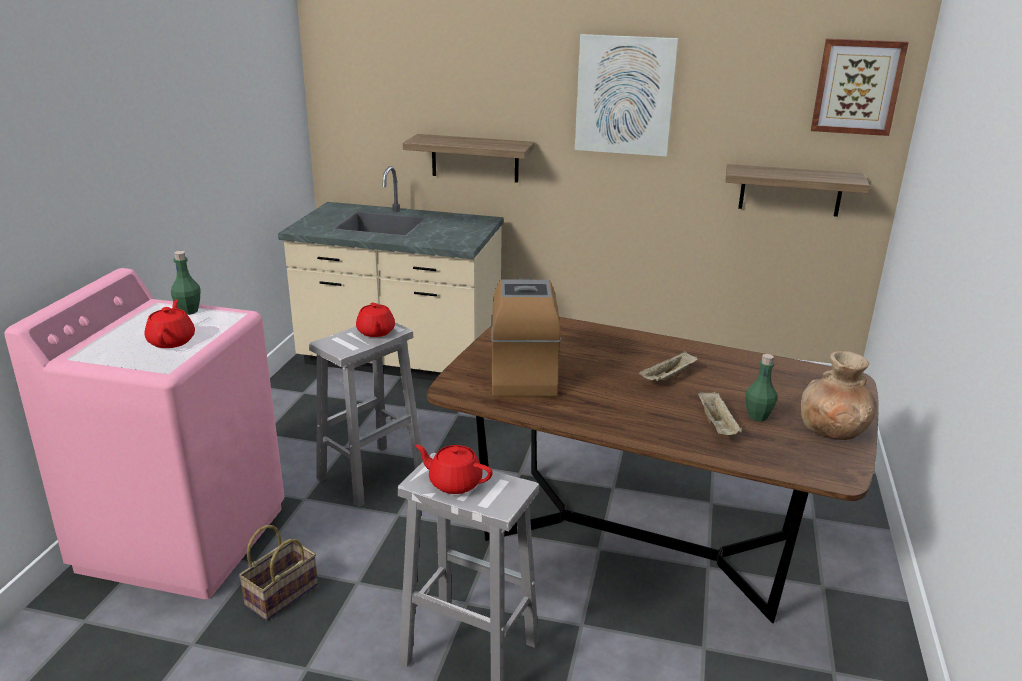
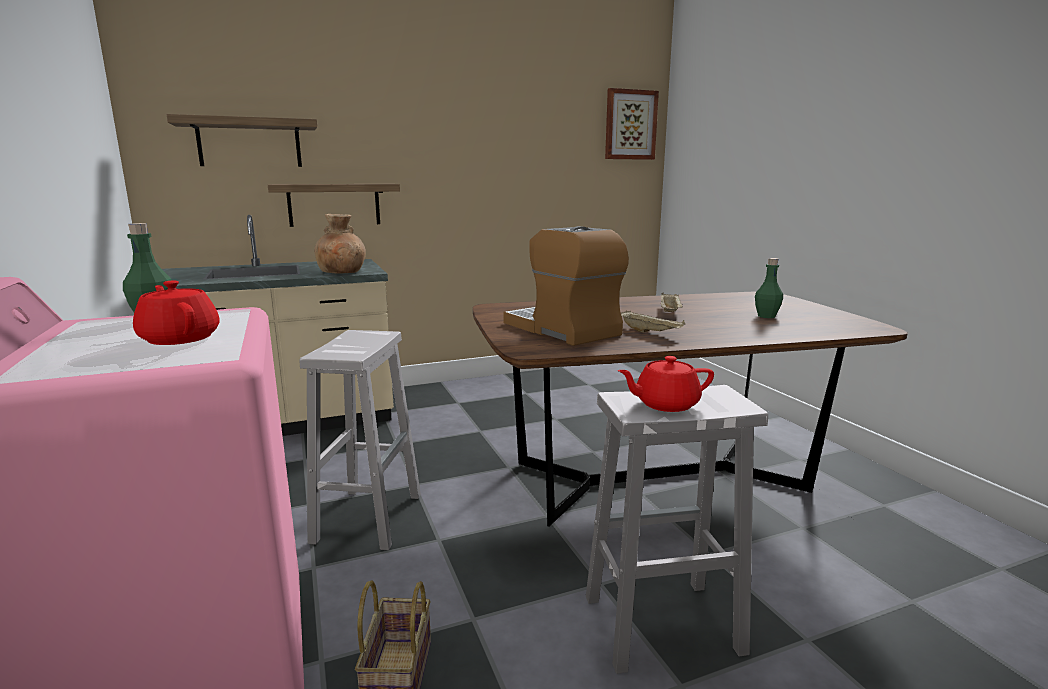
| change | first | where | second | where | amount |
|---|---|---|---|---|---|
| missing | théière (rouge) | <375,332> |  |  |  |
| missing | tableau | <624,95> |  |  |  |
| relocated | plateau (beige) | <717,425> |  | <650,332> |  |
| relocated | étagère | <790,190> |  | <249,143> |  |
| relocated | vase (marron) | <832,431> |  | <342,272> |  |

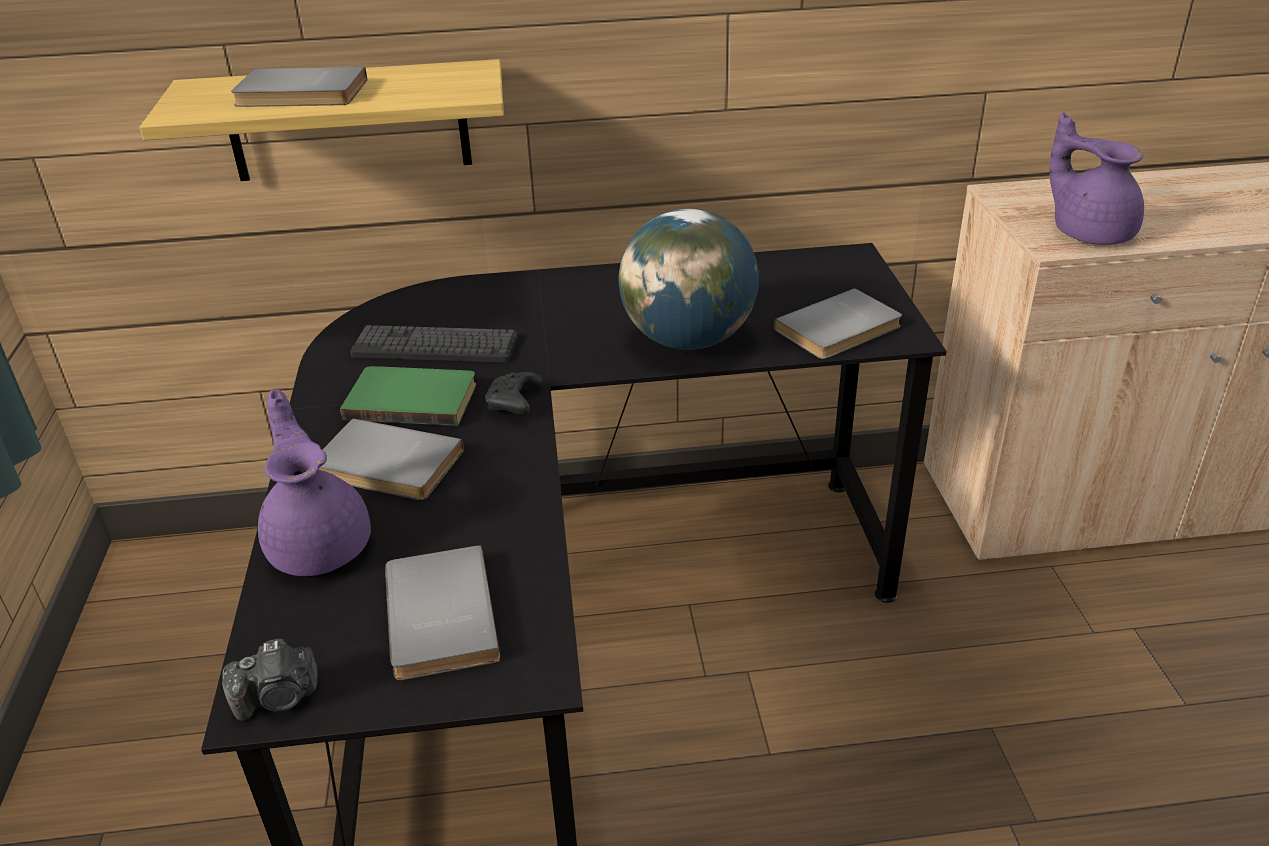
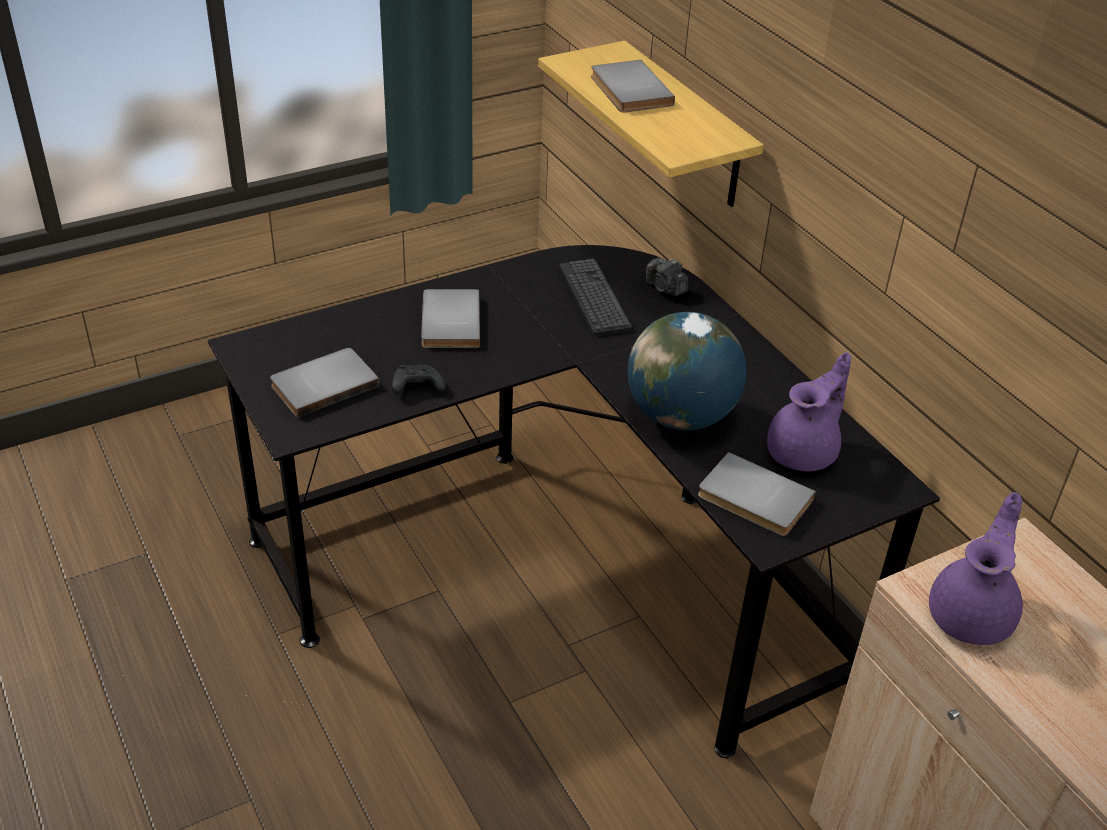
| change | first | where | second | where | amount |
|---|---|---|---|---|---|
| relocated | appareil photo | <278,698> |  | <665,288> |  |
| relocated | théière (violet) | <320,544> |  | <804,452> |  |
| missing | livre (vert) | <412,398> |  |  |  |
| relocated | manette (noir) | <514,404> |  | <416,387> |  |

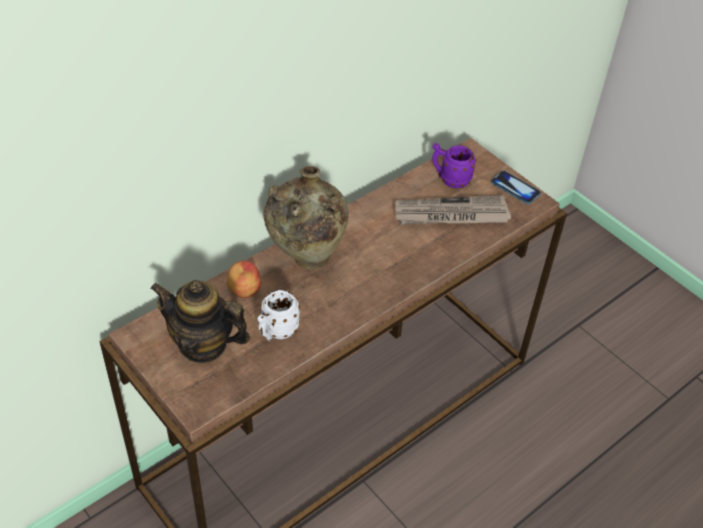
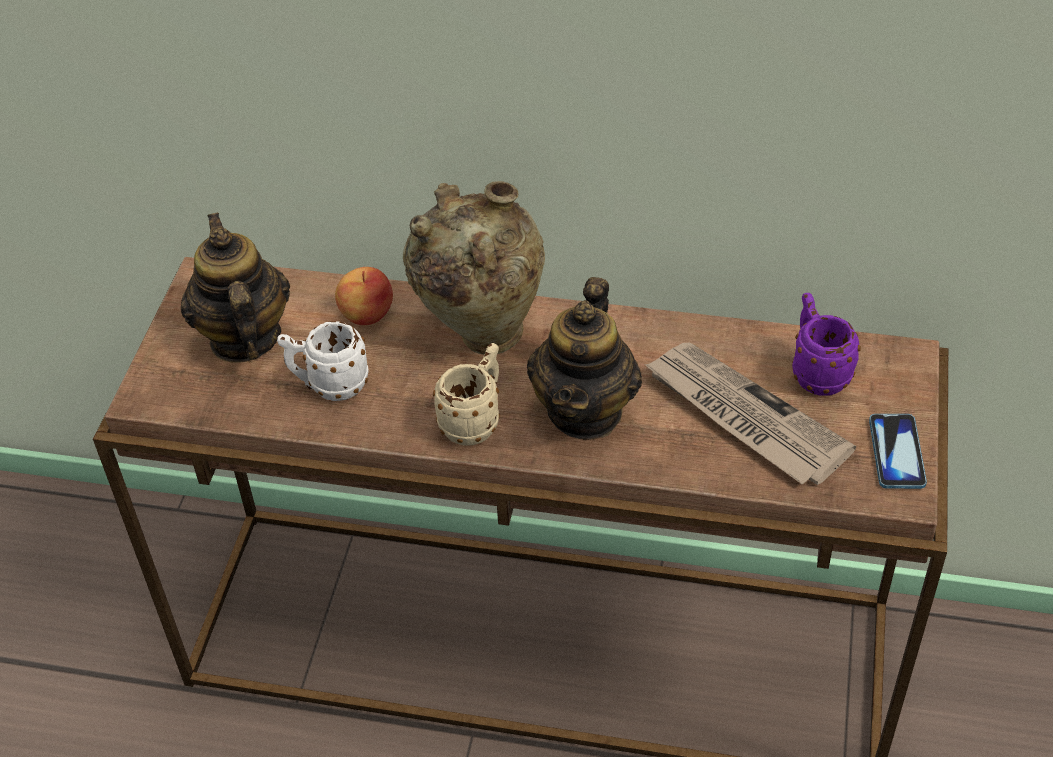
| change | first | where | second | where | amount |
|---|---|---|---|---|---|
| appeared |  |  | mug (beige) | <475,421> |  |
| appeared |  |  | théière | <585,411> |  |

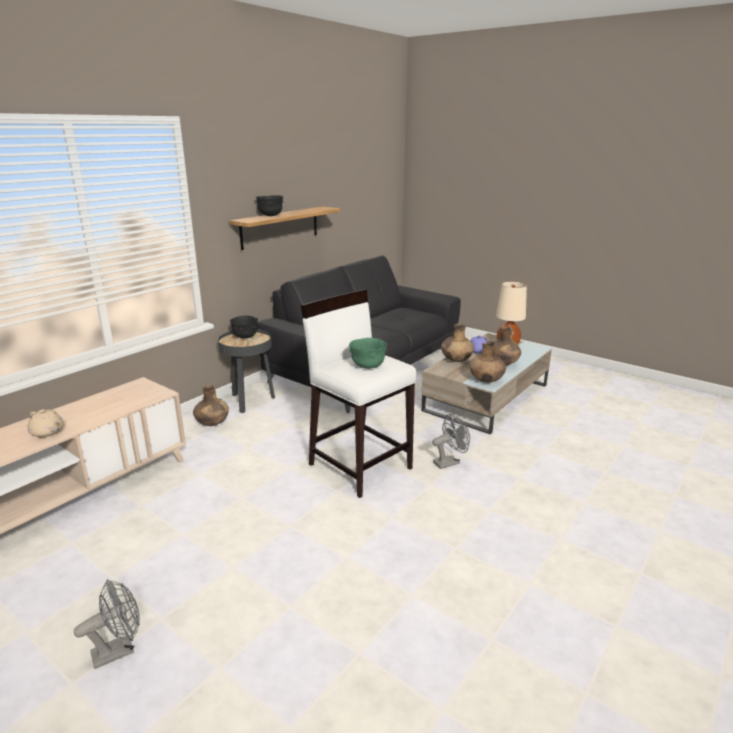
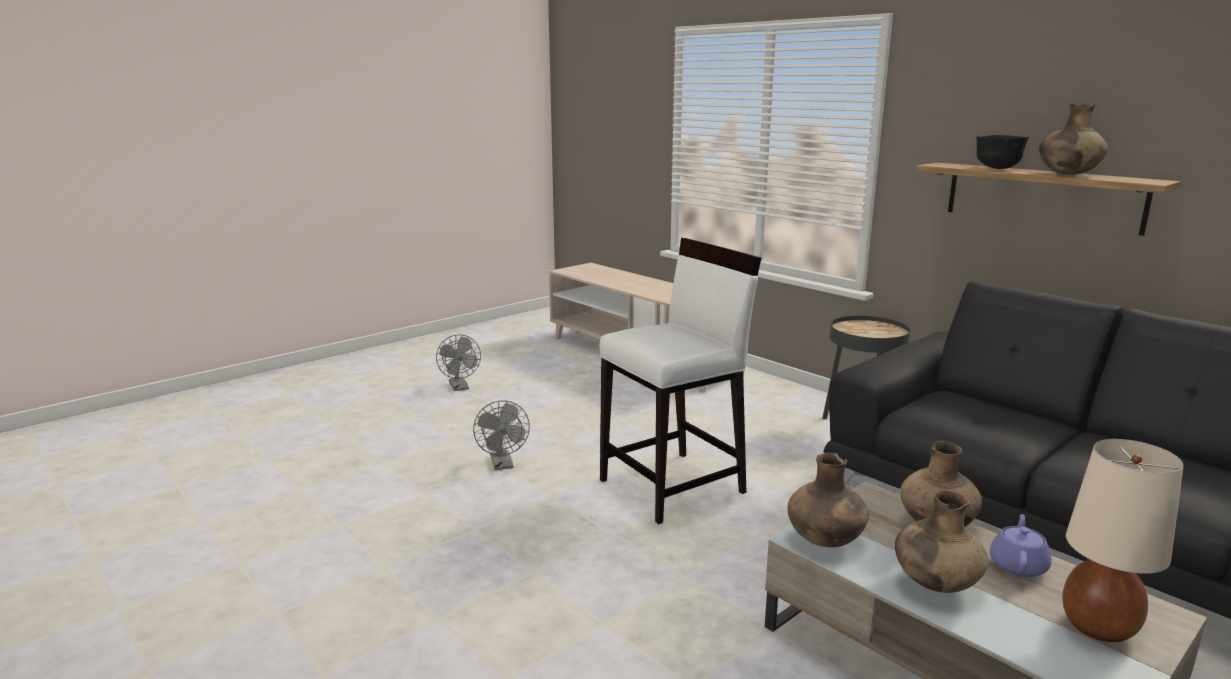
| change | first | where | second | where | amount |
|---|---|---|---|---|---|
| missing | théière (beige) | <48,432> |  |  |  |
| relocated | vase (marron) | <212,423> |  | <1067,174> |  |
| missing | bol (noir) | <245,337> |  |  |  |
| missing | bol (vert) | <368,366> |  |  |  |
| relocated | ventilateur (gris) | <449,462> |  | <503,465> |  |

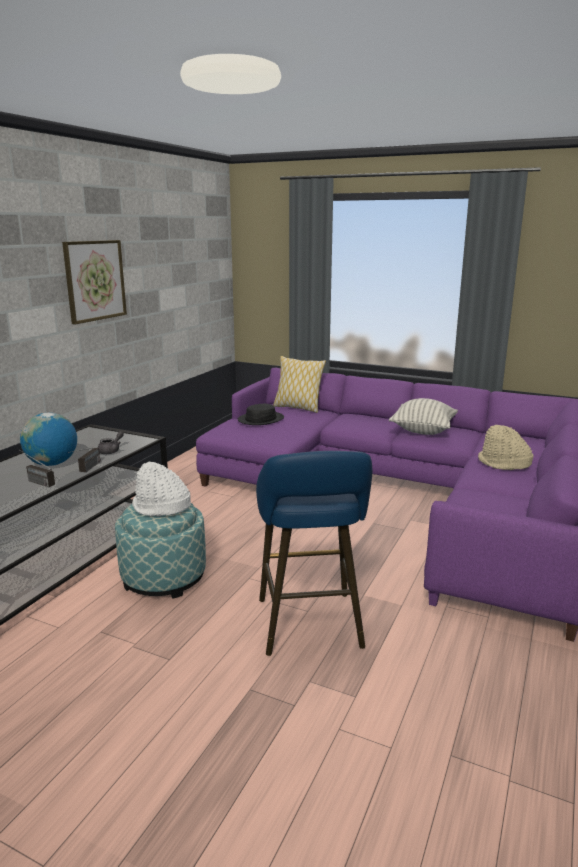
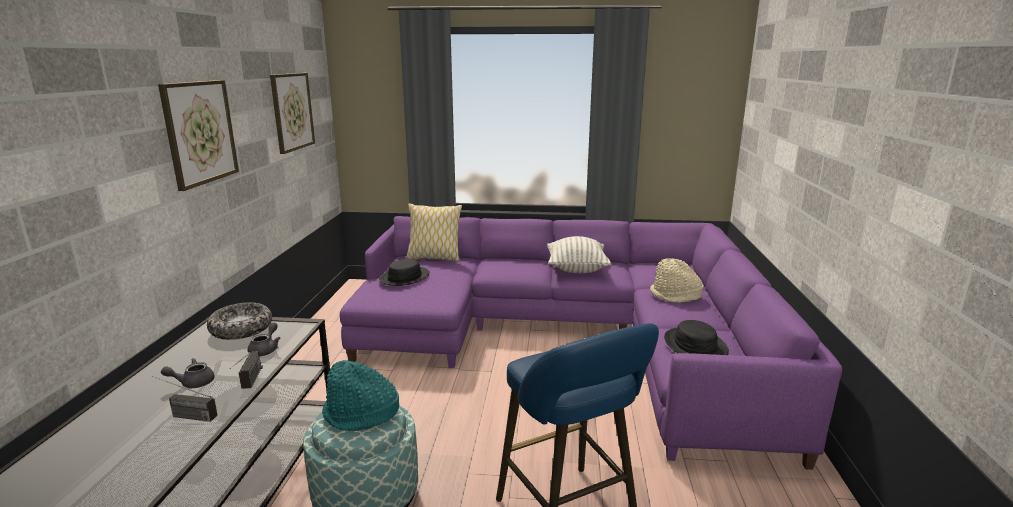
| change | first | where | second | where | amount |
|---|---|---|---|---|---|
| exchanged | globe | <52,464> | théière (gris) | <193,383> |  |
| colour | chapeau (blanc) | <161,507> | chapeau (turquoise) | <361,414> |  |
| appeared |  |  | bol | <241,329> |  |
| appeared |  |  | tableau | <292,111> |  |
| appeared |  |  | chapeau (noir) | <695,345> |  |

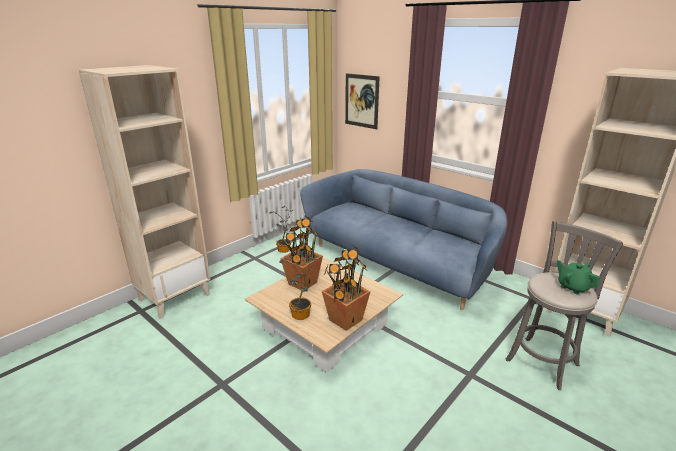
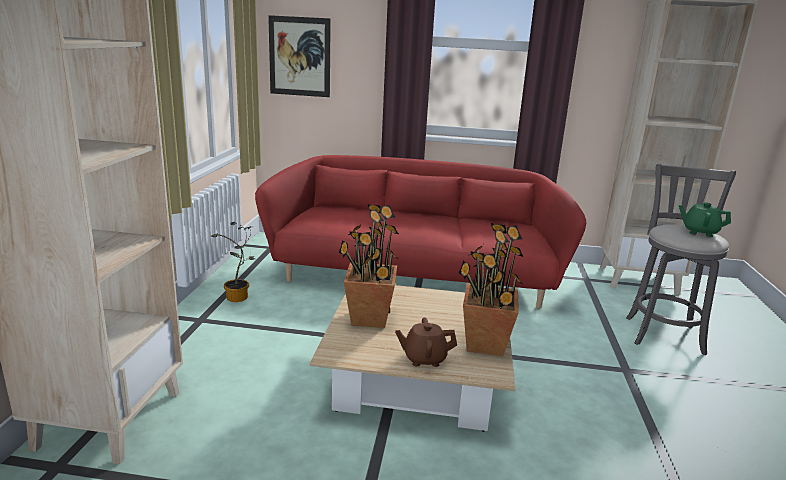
| change | first | where | second | where | amount |
|---|---|---|---|---|---|
| exchanged | plante en pot | <300,316> | théière (marron) | <424,359> |  |
| colour | canapé (bleu) | <398,263> | canapé (rouge) | <415,277> |  |

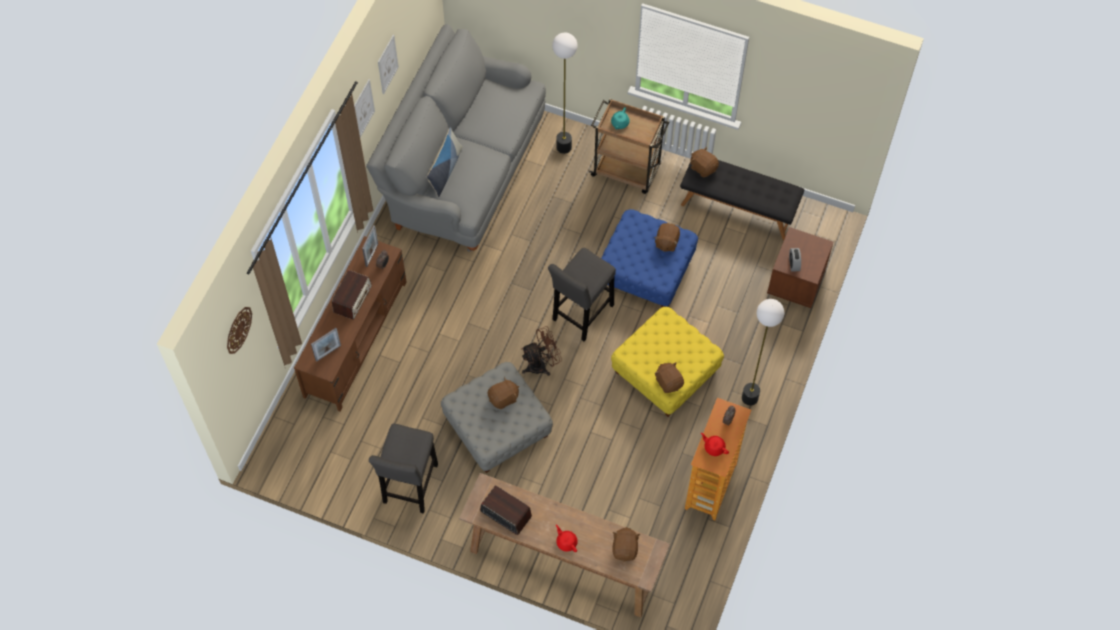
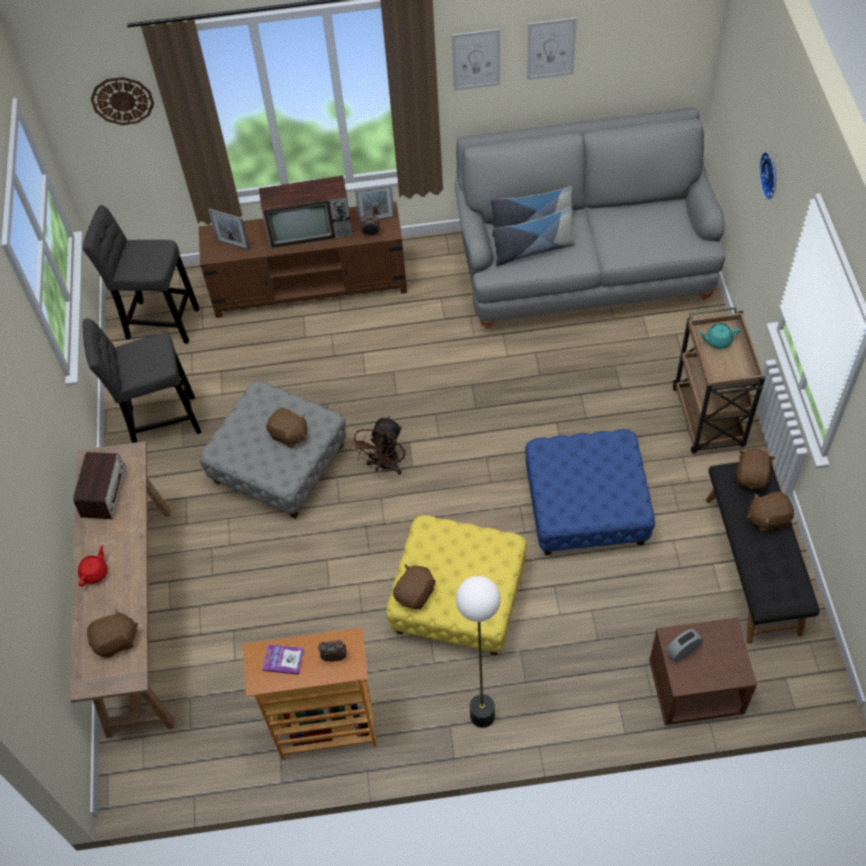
| change | first | where | second | where | amount |
|---|---|---|---|---|---|
| exchanged | radio | <352,299> | téléviseur | <311,230> |  |
| spun | ventilateur (marron) | <541,365> |  | <384,466> | 75 degrees clockwise |
| relocated | tabouret (gris) | <581,315> |  | <158,322> |  |
| missing | lampadaire | <564,147> |  |  |  |
| relocated | peluche (marron) | <666,242> |  | <768,518> |  |
| exchanged | théière (rouge) | <714,447> | livre | <283,660> |  |
| appeared |  |  | coussin | <533,250> |  |
| appeared |  |  | horloge murale | <771,175> |  |

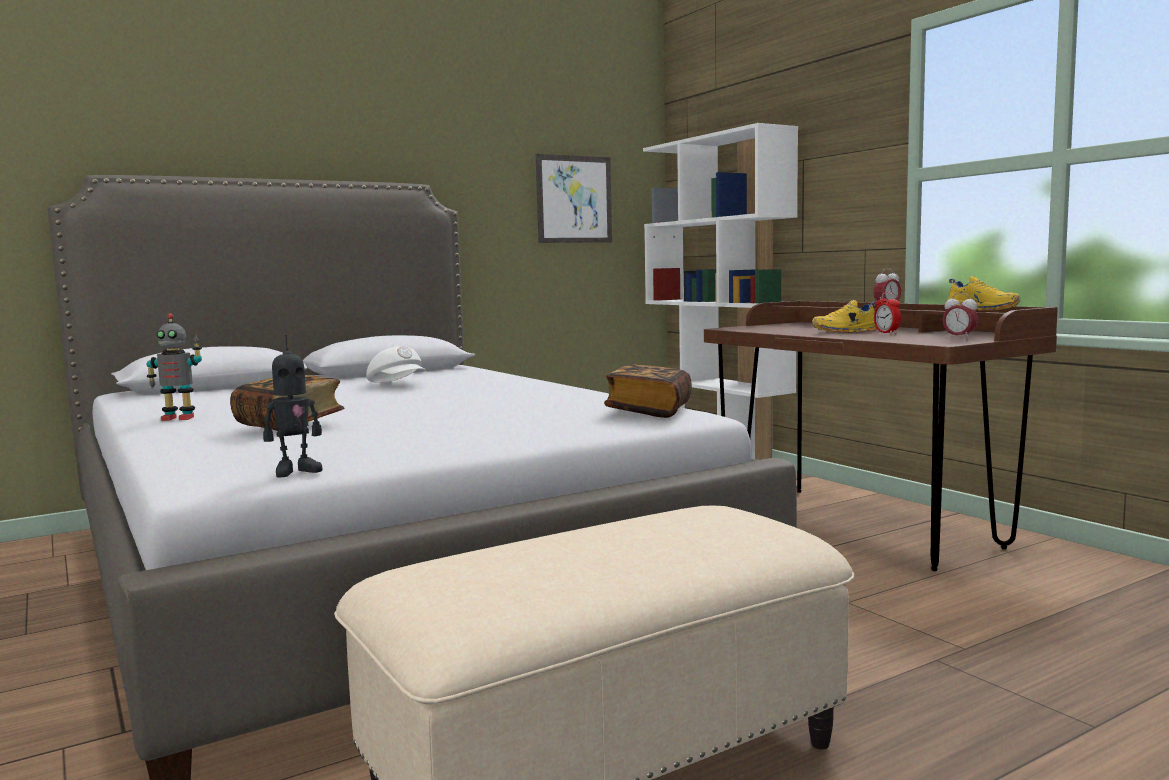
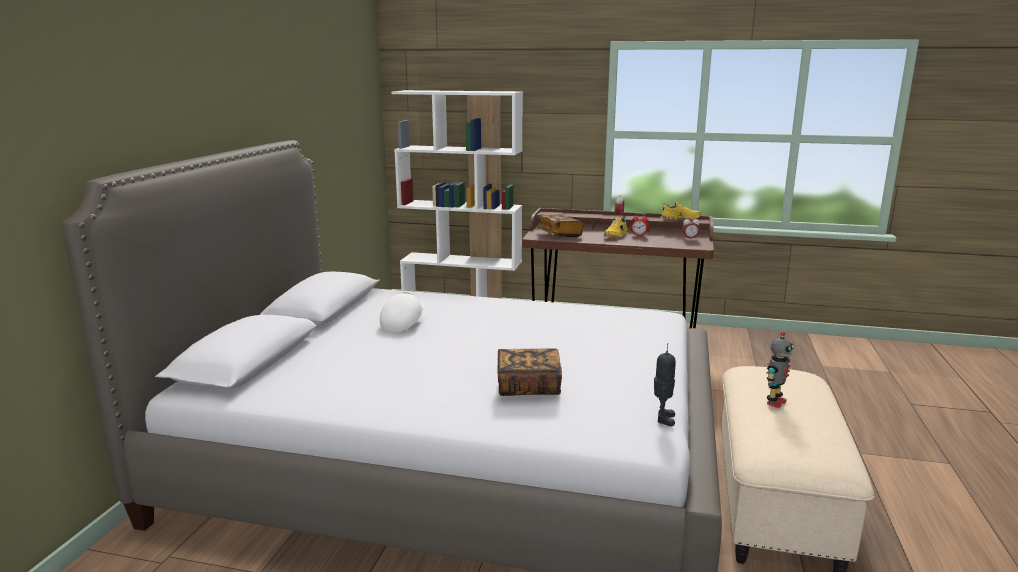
| change | first | where | second | where | amount |
|---|---|---|---|---|---|
| relocated | robot jouet | <178,418> |  | <774,402> |  |
| spun | casquette (blanc) | <398,384> |  | <403,323> | 75 degrees counterclockwise |
| missing | tableau | <574,199> |  |  |  |
| relocated | livre | <649,411> |  | <559,235> |  |

